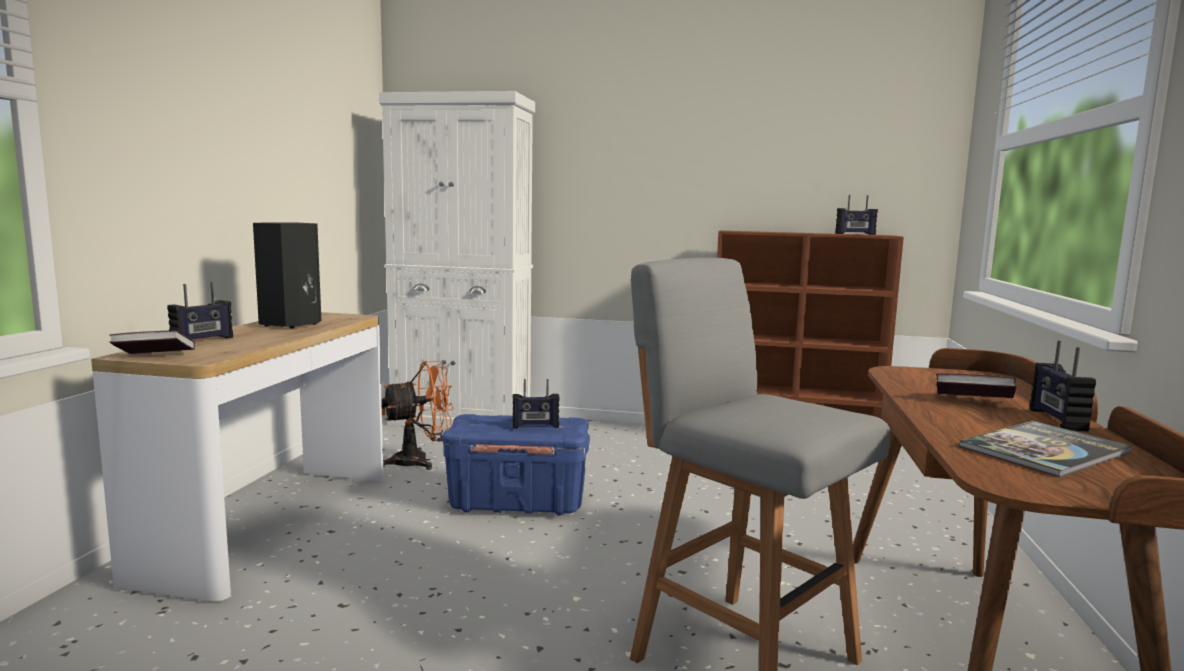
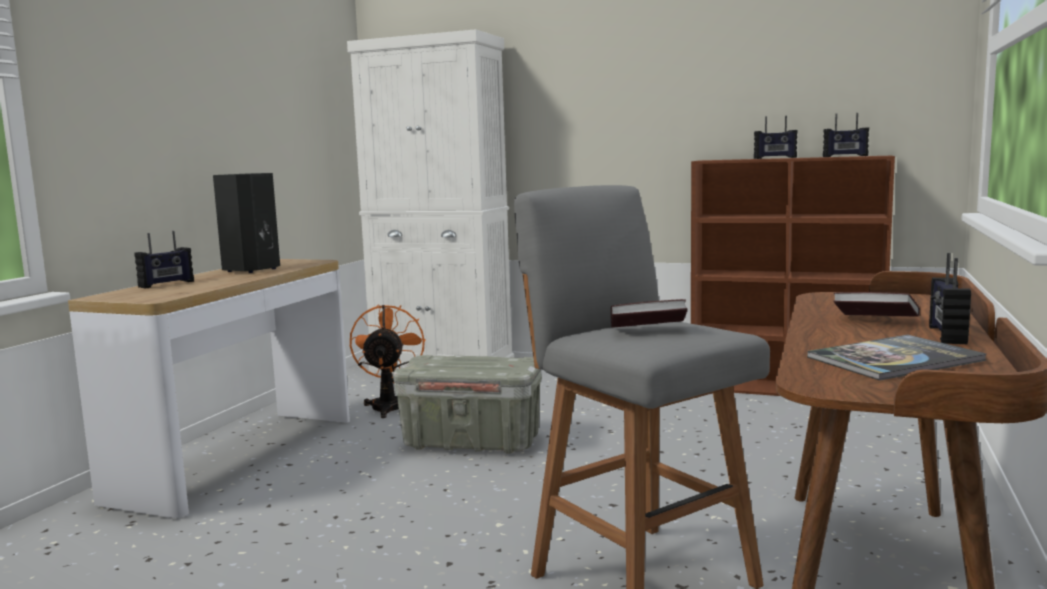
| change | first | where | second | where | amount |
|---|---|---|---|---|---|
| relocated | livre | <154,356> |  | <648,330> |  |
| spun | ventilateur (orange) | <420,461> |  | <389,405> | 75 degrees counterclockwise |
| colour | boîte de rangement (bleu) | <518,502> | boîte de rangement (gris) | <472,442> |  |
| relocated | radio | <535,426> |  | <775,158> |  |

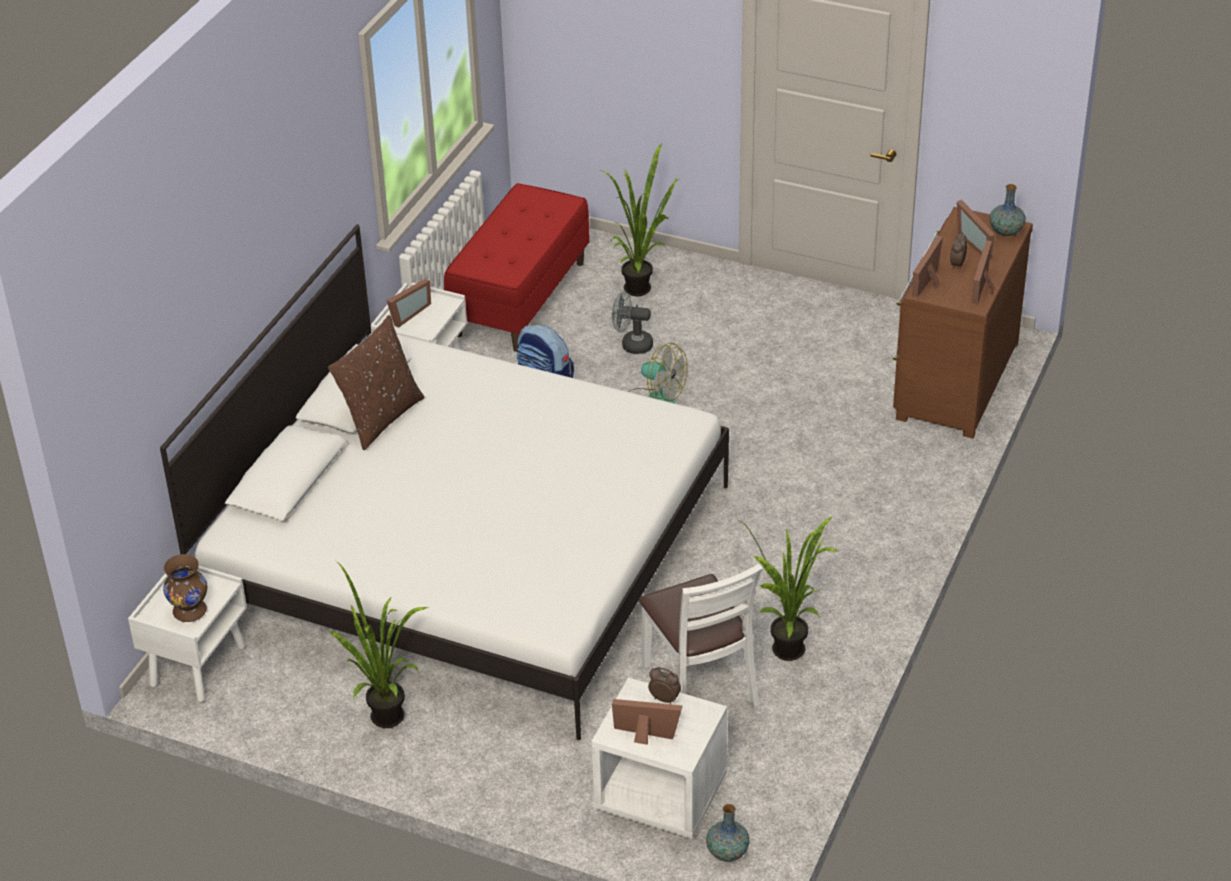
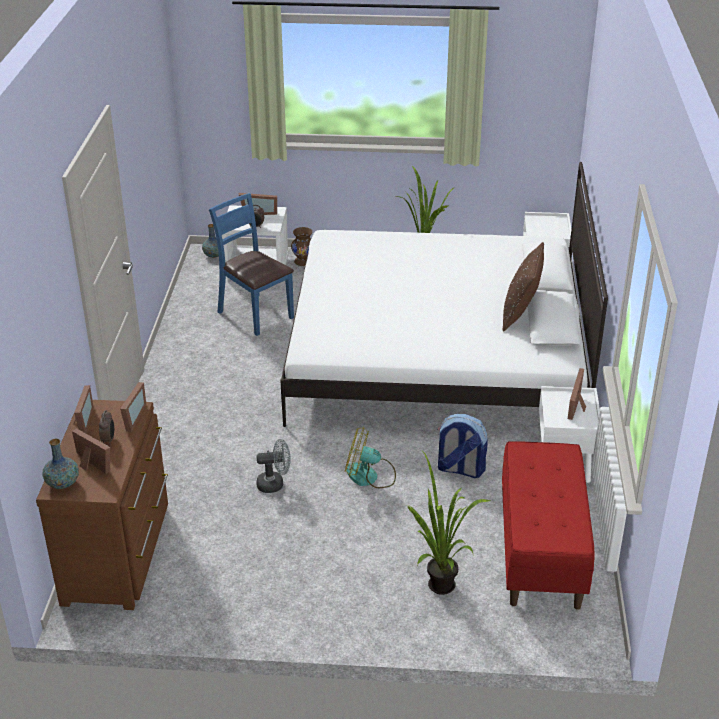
| change | first | where | second | where | amount |
|---|---|---|---|---|---|
| relocated | vase (marron) | <189,611> |  | <304,261> |  |
| relocated | ventilateur (gris) | <631,345> |  | <275,484> |  |
| colour | chaise (blanc) | <699,687> | chaise (bleu) | <255,314> |  |
| missing | plante en pot | <791,656> |  |  |  |

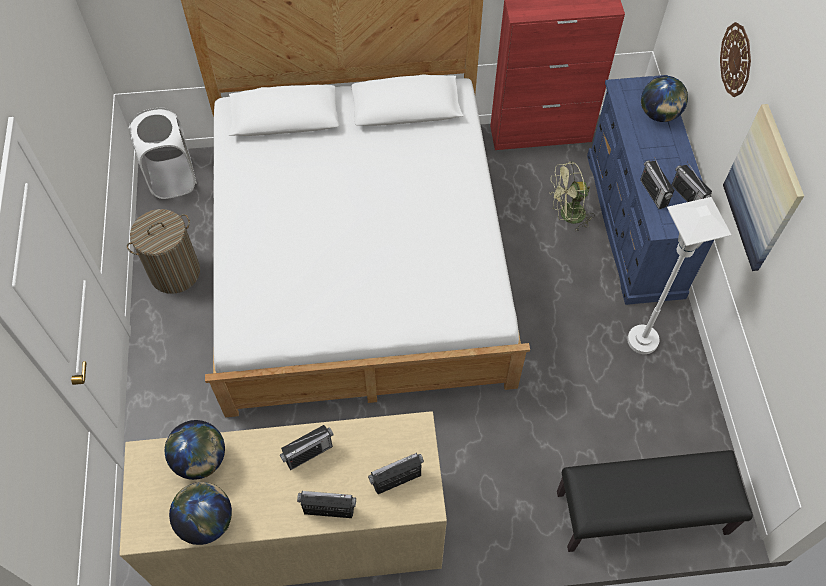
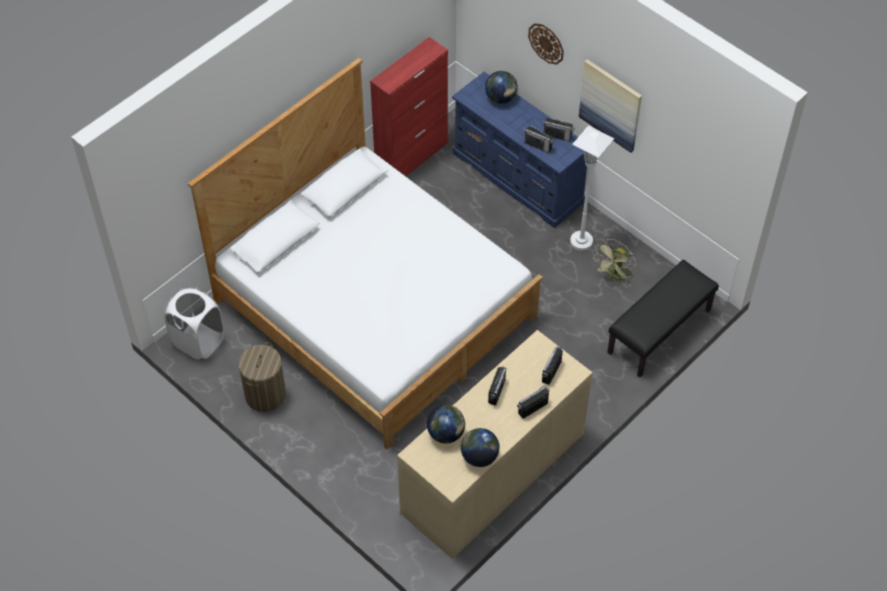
| change | first | where | second | where | amount |
|---|---|---|---|---|---|
| relocated | ventilateur (vert) | <567,215> |  | <614,277> |  |

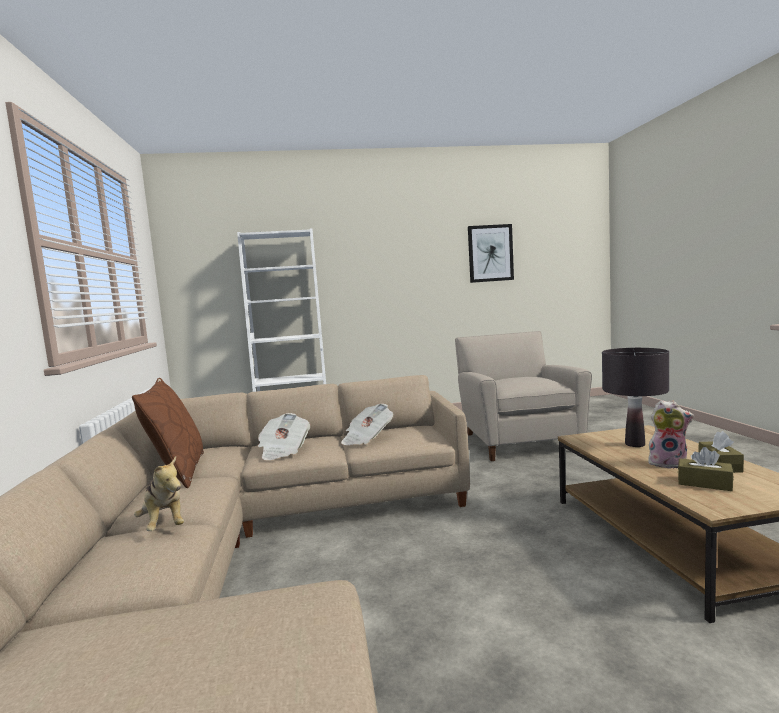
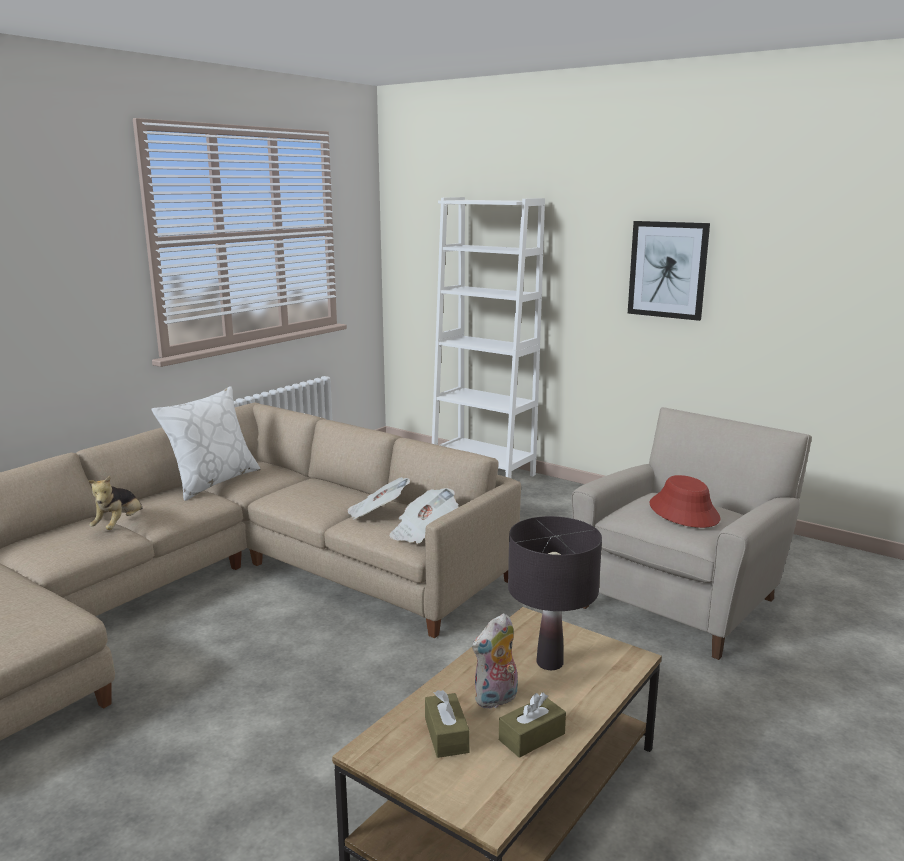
| change | first | where | second | where | amount |
|---|---|---|---|---|---|
| colour | coussin (marron) | <178,472> | coussin (blanc) | <212,481> |  |
| relocated | journal | <283,451> |  | <423,533> |  |
| relocated | tableau | <490,253> |  | <668,270> |  |
| spun | peluche | <668,463> |  | <496,699> | 75 degrees clockwise |
| appeared |  |  | chapeau (rouge) | <684,512> |  |

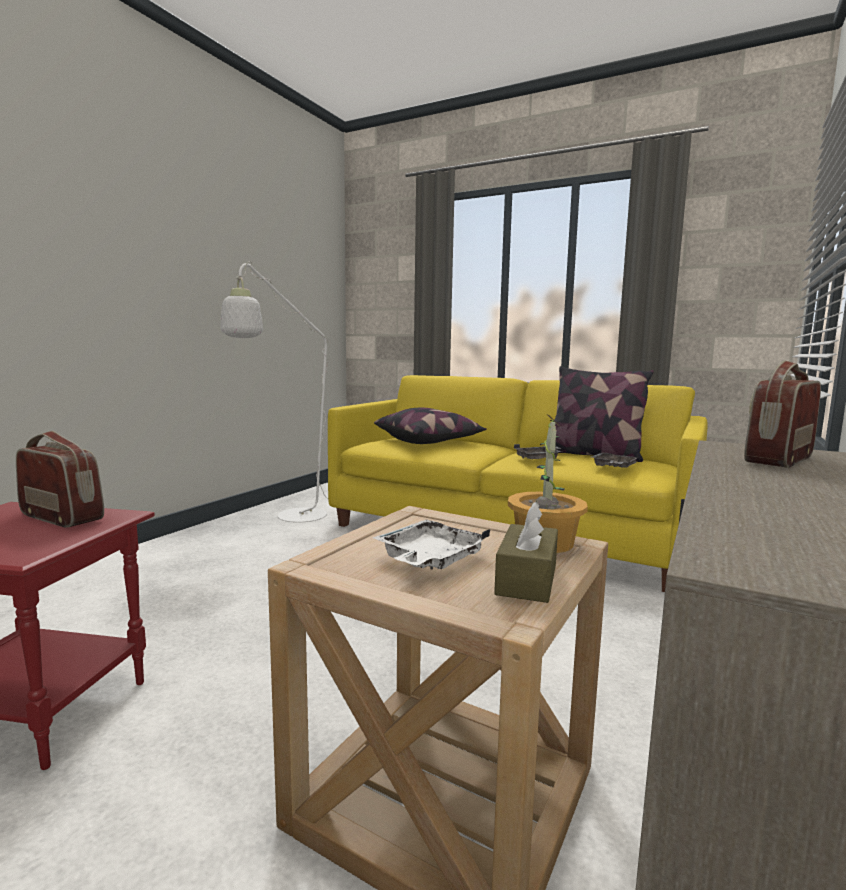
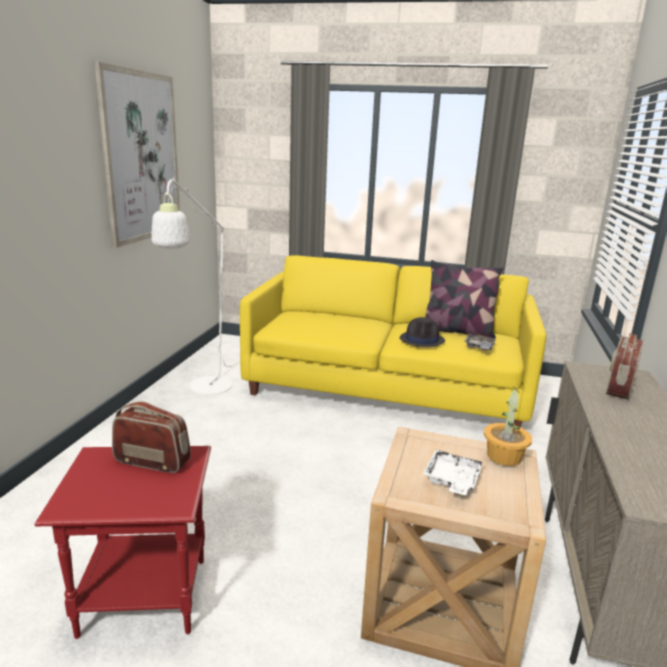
| change | first | where | second | where | amount |
|---|---|---|---|---|---|
| missing | coussin | <429,441> |  |  |  |
| missing | boîte à mouchoirs (marron) | <527,579> |  |  |  |
| exchanged | plateau (gris) | <539,458> | chapeau (noir) | <422,340> |  |
| appeared |  |  | tableau | <141,157> |  |

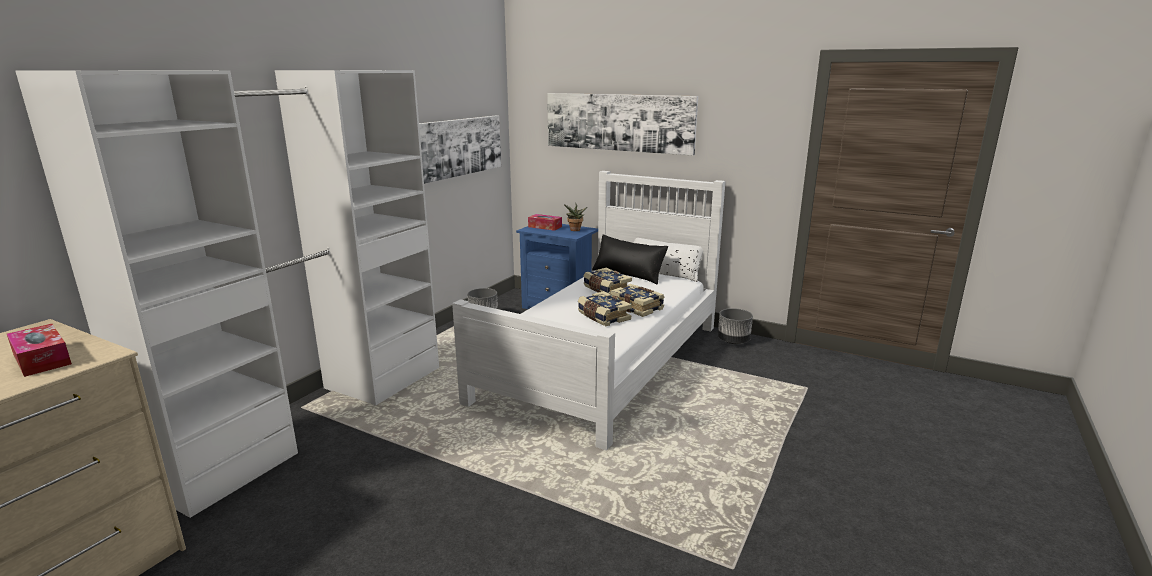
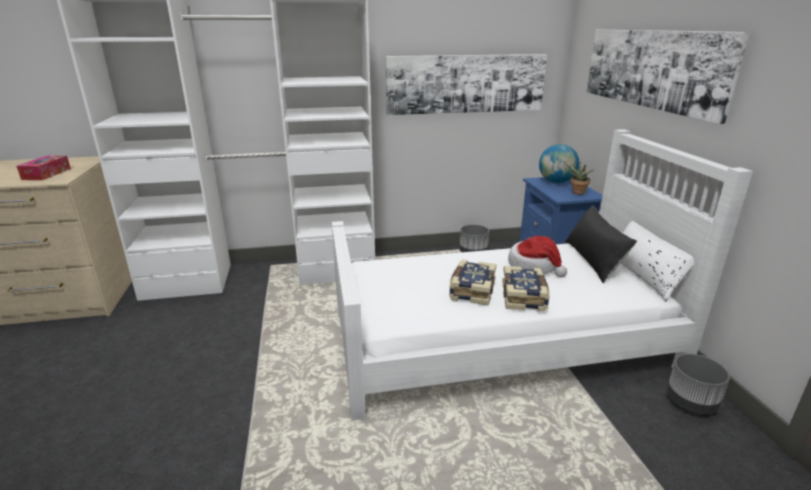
| change | first | where | second | where | amount |
|---|---|---|---|---|---|
| exchanged | boîte à mouchoirs | <545,227> | globe | <556,182> |  |
| exchanged | livre | <606,290> | chapeau | <534,266> |  |

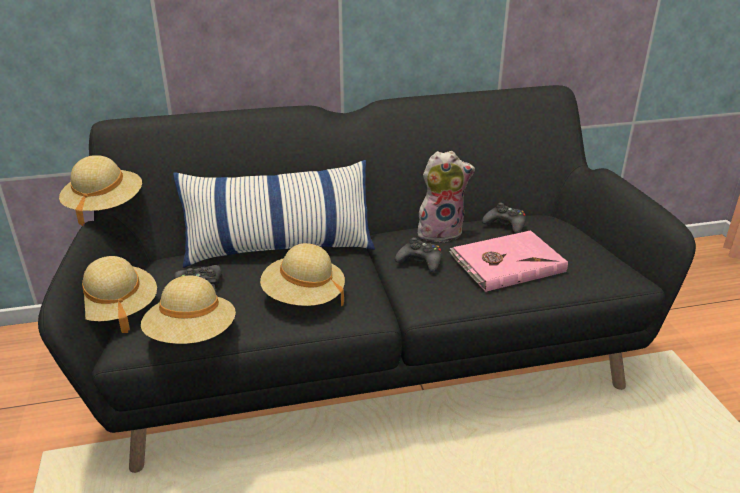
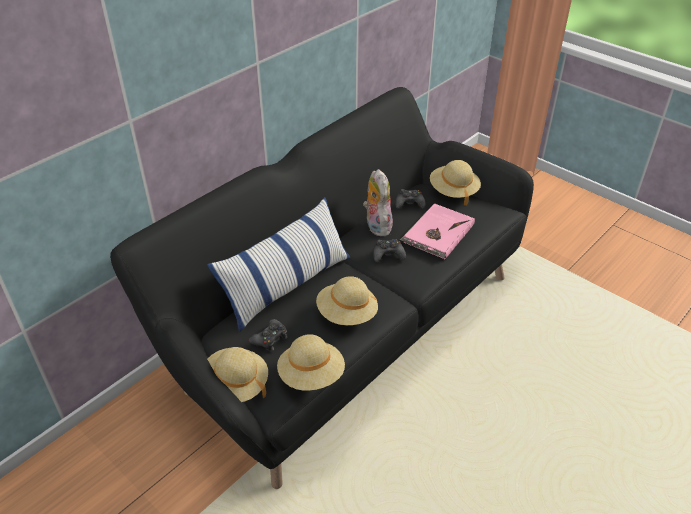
| change | first | where | second | where | amount |
|---|---|---|---|---|---|
| relocated | chapeau (beige) | <105,207> |  | <453,191> |  |
| spun | peluche | <440,232> |  | <376,226> | 60 degrees counterclockwise |

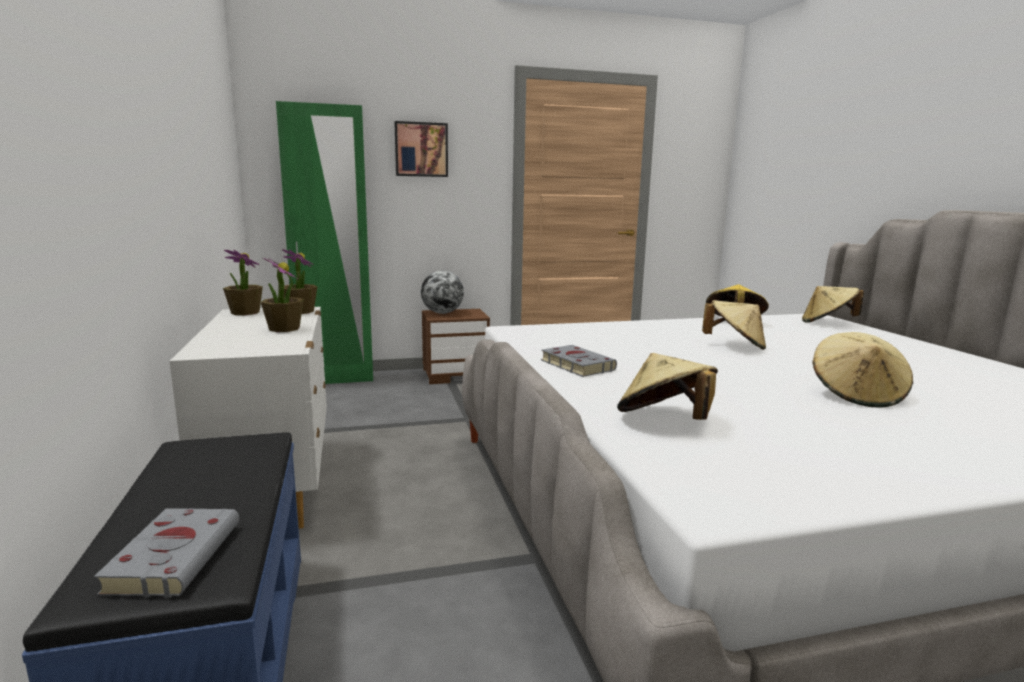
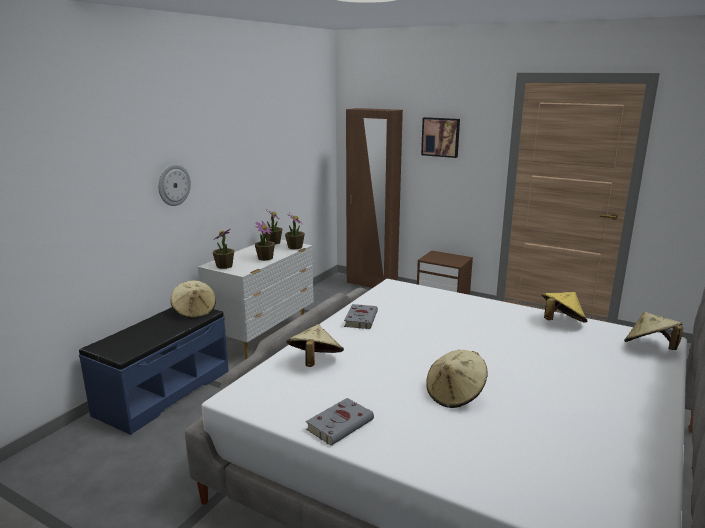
| change | first | where | second | where | amount |
|---|---|---|---|---|---|
| relocated | livre (gris) | <176,555> |  | <341,424> |  |
| colour | armoire (vert) | <336,379> | armoire (marron) | <371,284> |  |
| missing | globe | <442,313> |  |  |  |
| relocated | chapeau (beige) | <735,346> |  | <194,312> |  |
| appeared |  |  | horloge murale | <173,185> |  |
| appeared |  |  | plante en pot | <224,266> |  |

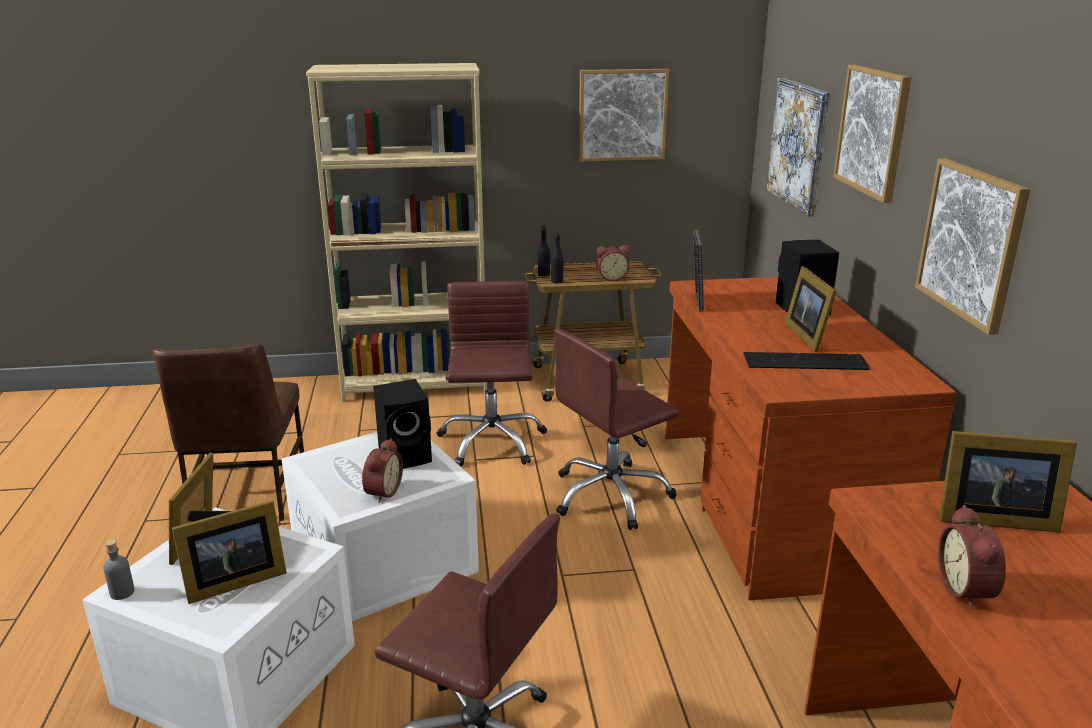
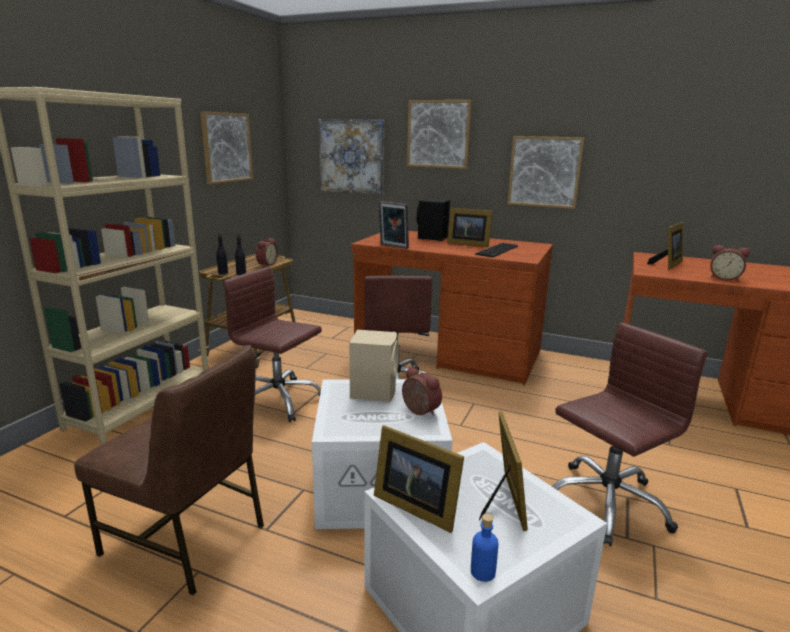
| change | first | where | second | where | amount |
|---|---|---|---|---|---|
| colour | bouteille (gris) | <122,592> | bouteille (bleu) | <482,572> |  |
| colour | enceinte (noir) | <407,455> | enceinte (beige) | <374,391> |  |

